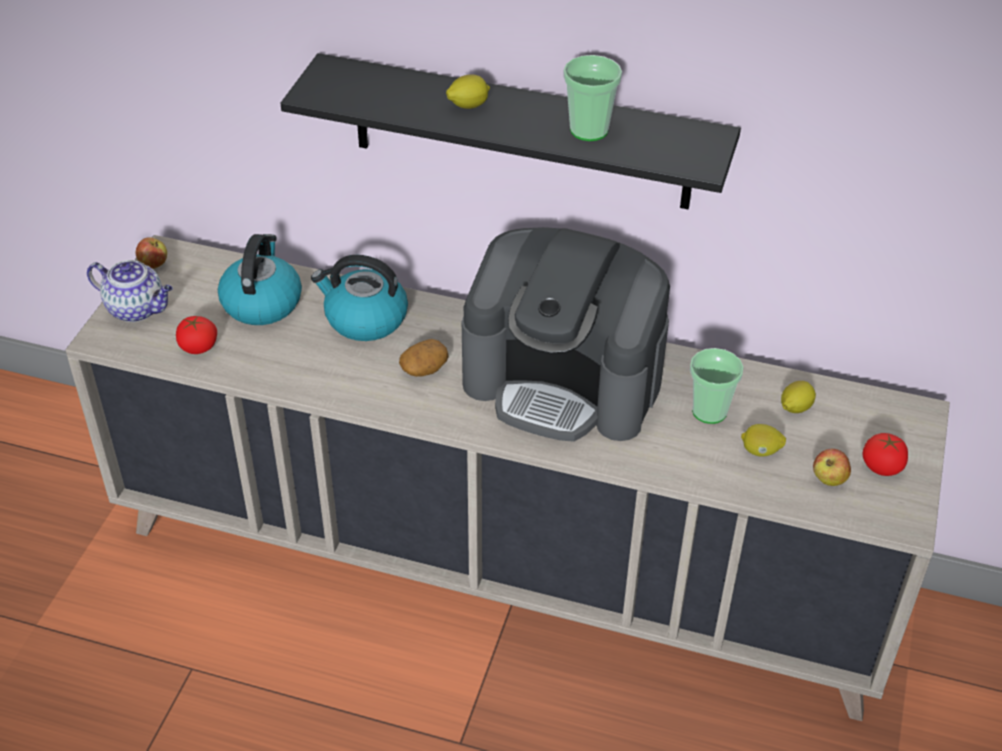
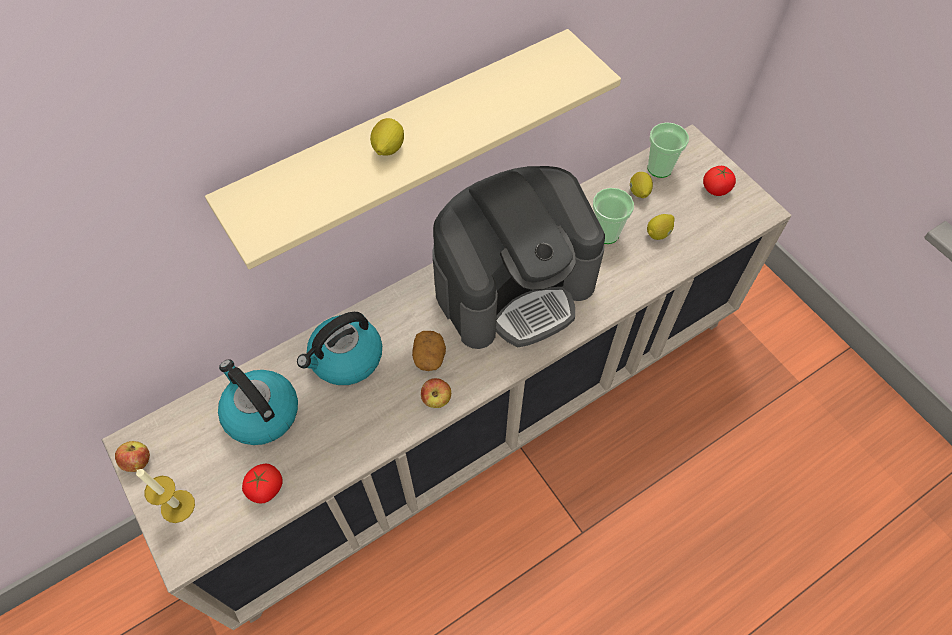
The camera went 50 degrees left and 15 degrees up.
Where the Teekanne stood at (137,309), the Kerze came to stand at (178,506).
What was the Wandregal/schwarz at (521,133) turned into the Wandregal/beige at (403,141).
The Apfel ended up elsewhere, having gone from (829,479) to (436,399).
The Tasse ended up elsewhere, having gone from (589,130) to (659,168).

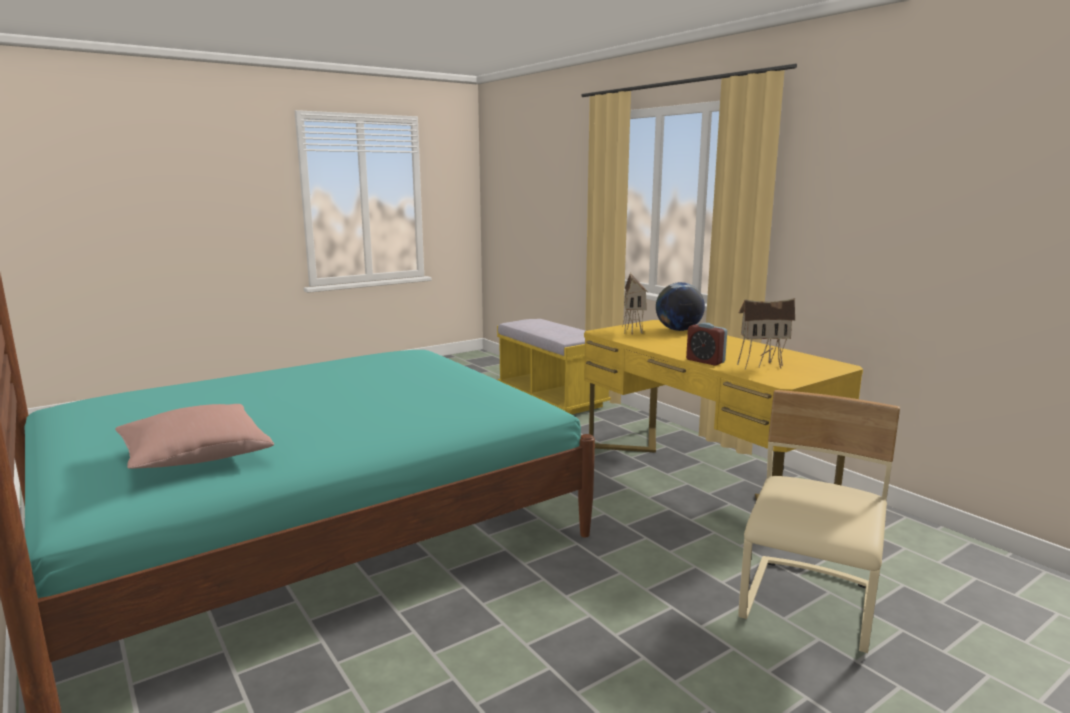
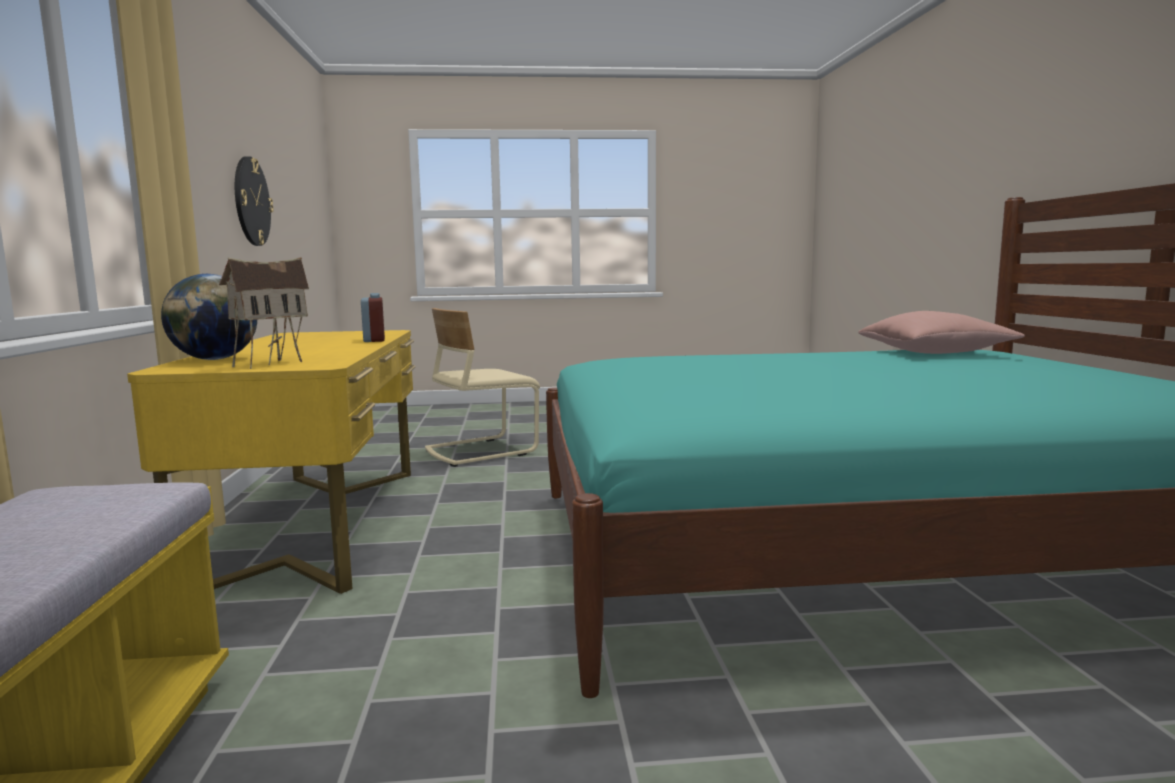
The camera went 150 degrees left and 5 degrees down.
The second view gained the Wanduhr at (251,201).
The second view lost the Spielzeughaus at (761,365).

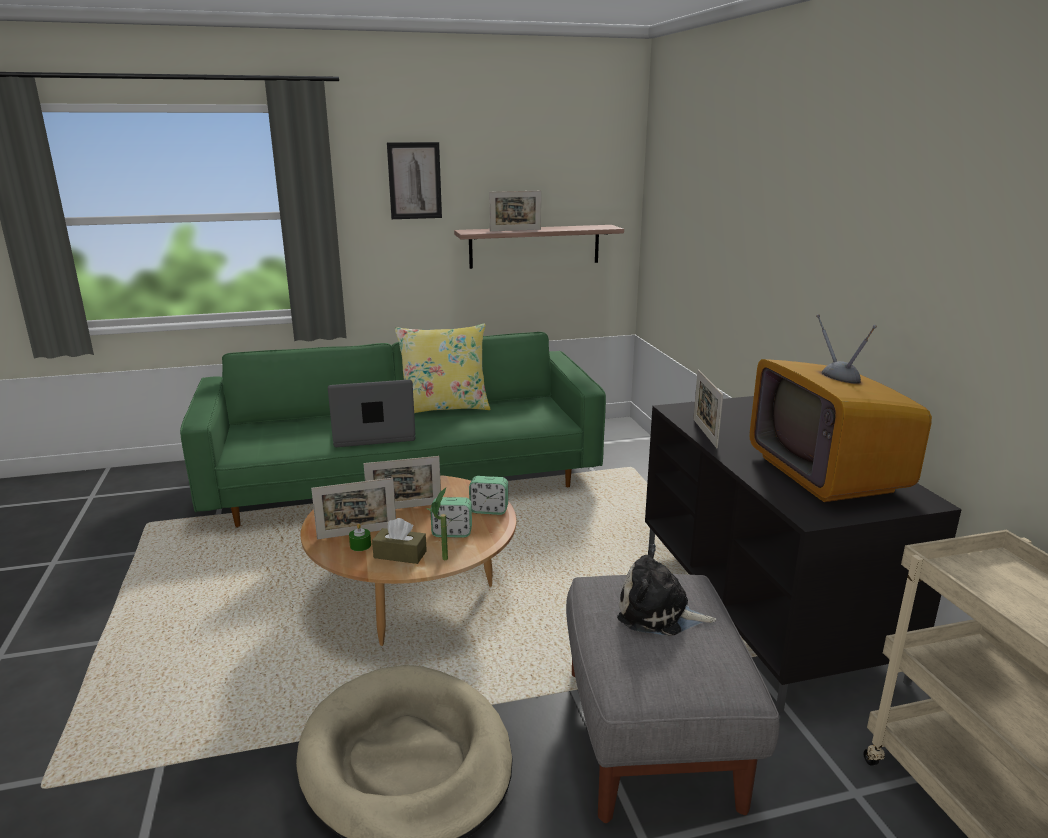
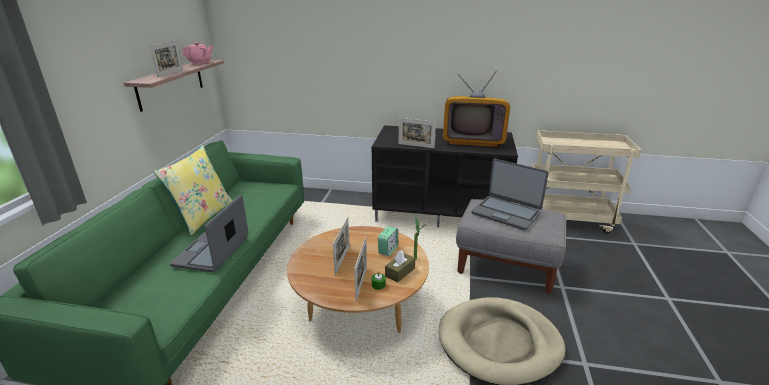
The camera went 65 degrees left and 5 degrees up.
The second view gained the Teekanne/rosa at (200,63).
Where the Plüschtier stood at (659,614), the Laptop came to stand at (506,213).
The second view lost the Bild at (414,181).
The second view lost the Wecker at (489,510).

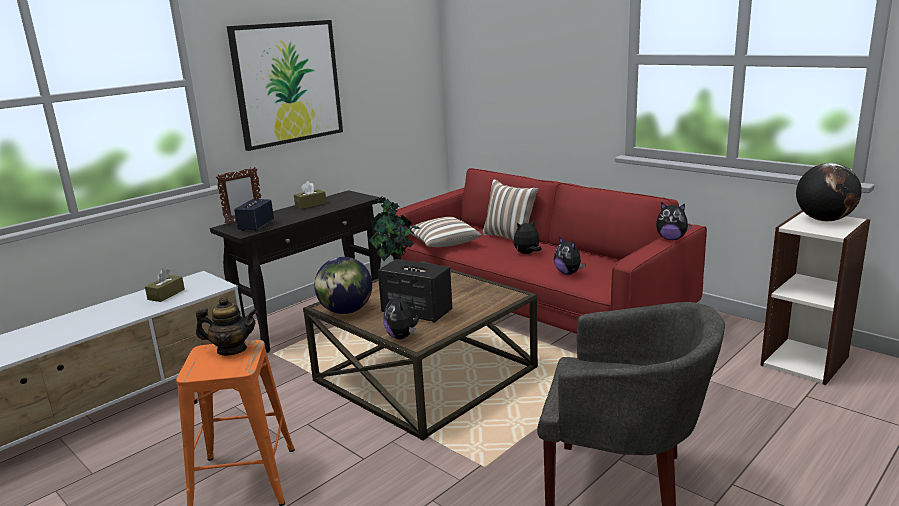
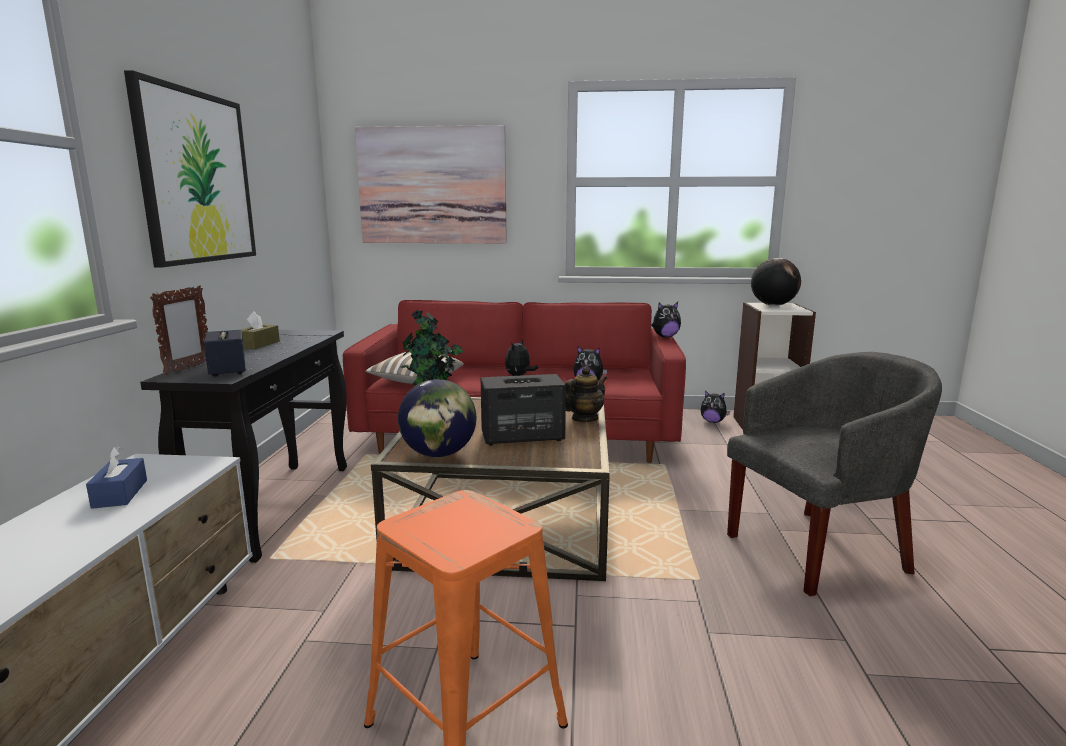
The camera went 40 degrees left and 5 degrees down.
What was the Taschentuchbox/braun at (166,294) turned into the Taschentuchbox/blau at (120,494).
The second view gained the Bild at (432,186).
The Teekanne ended up elsewhere, having gone from (231,350) to (584,419).
The Plüschtier ended up elsewhere, having gone from (402,337) to (713,421).
The second view lost the Kissen at (510,237).

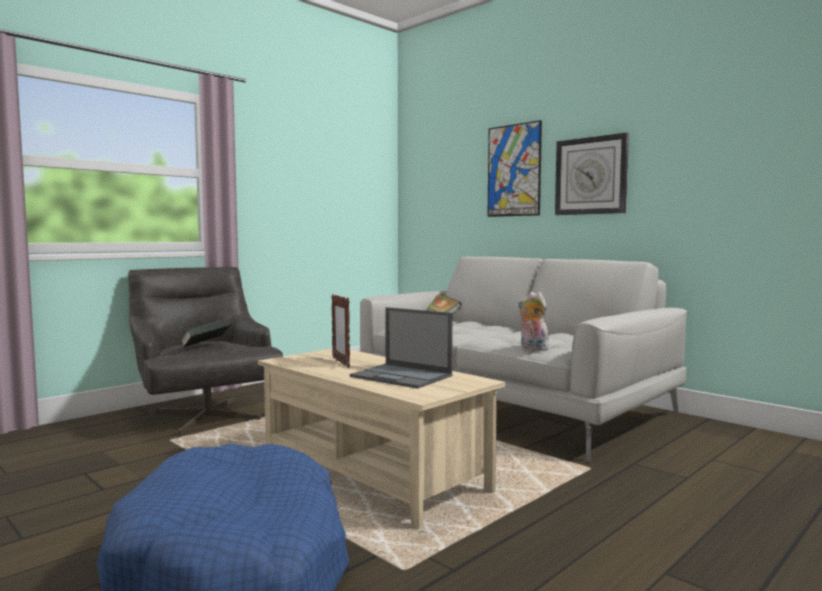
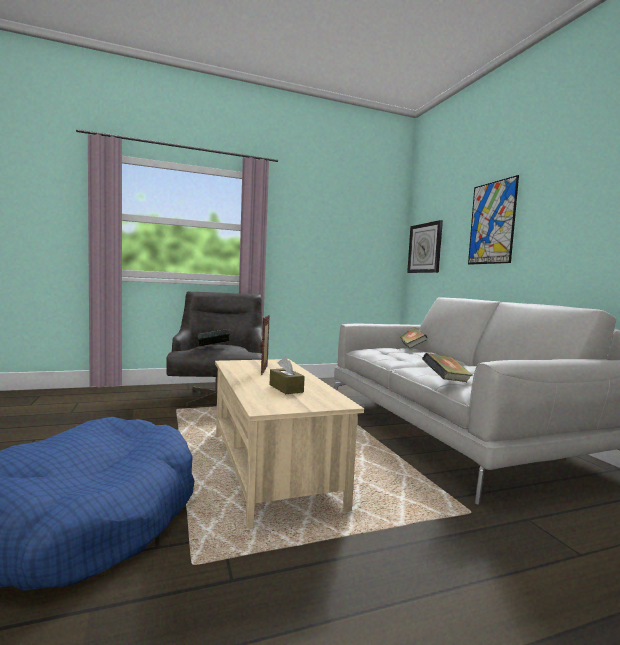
The camera went 25 degrees right and 0 degrees up.
Where the Laptop stood at (402,376), the Taschentuchbox/braun came to stand at (286,388).
The Wanduhr ended up elsewhere, having gone from (591,176) to (425,248).
Where the Plüschtier stood at (532,348), the Buch came to stand at (446,382).

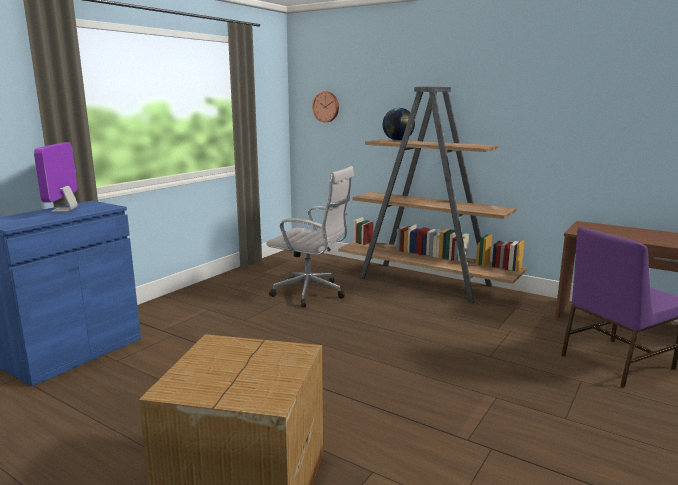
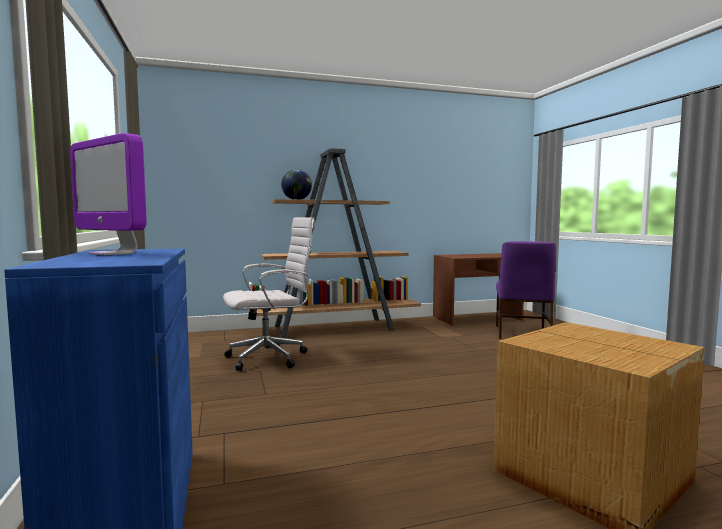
The camera went 50 degrees left and 10 degrees down.
The second view lost the Wanduhr at (326,106).

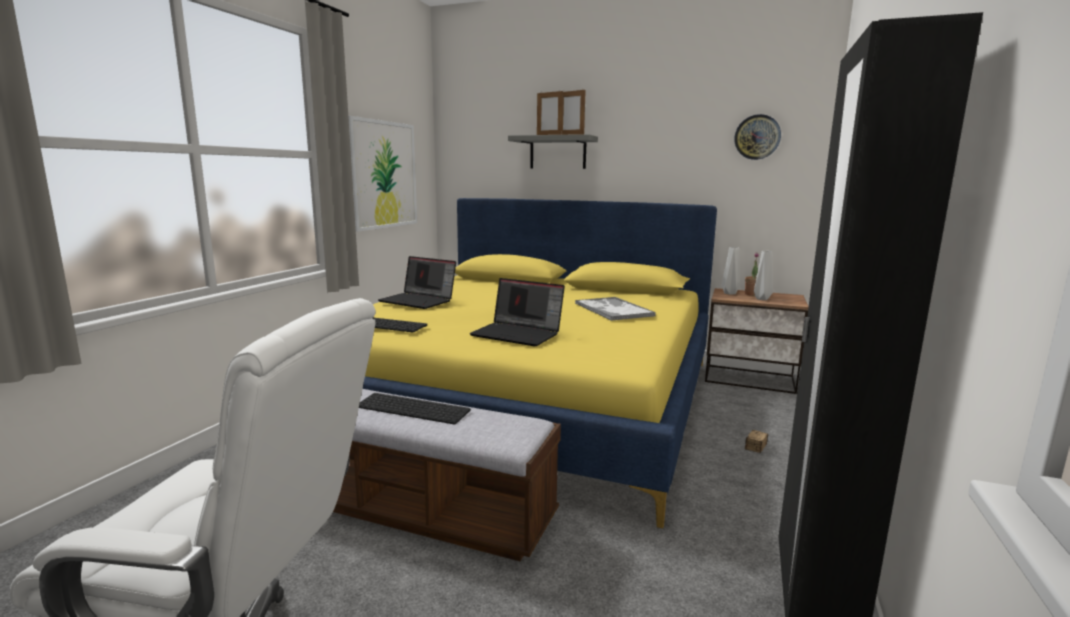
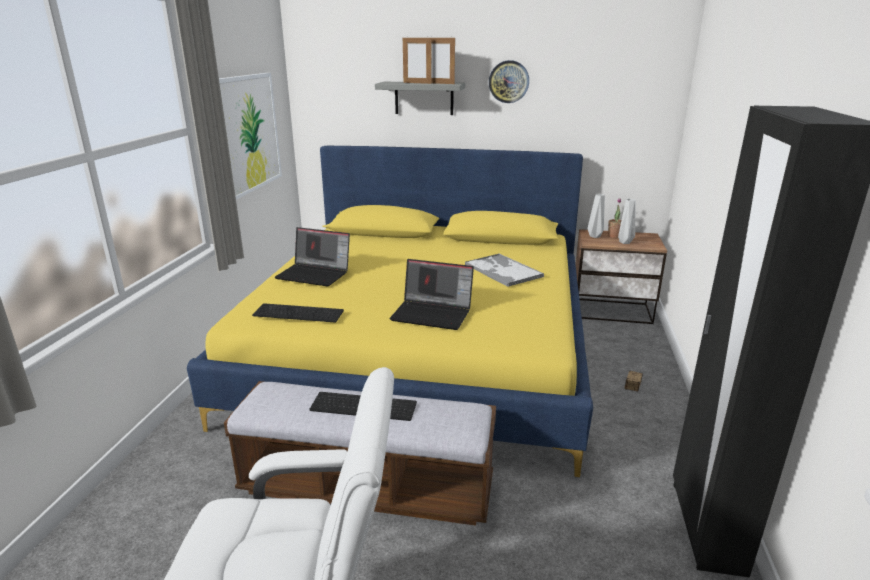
The camera went 10 degrees left and 10 degrees up.
The Wanduhr ended up elsewhere, having gone from (757,137) to (509,81).

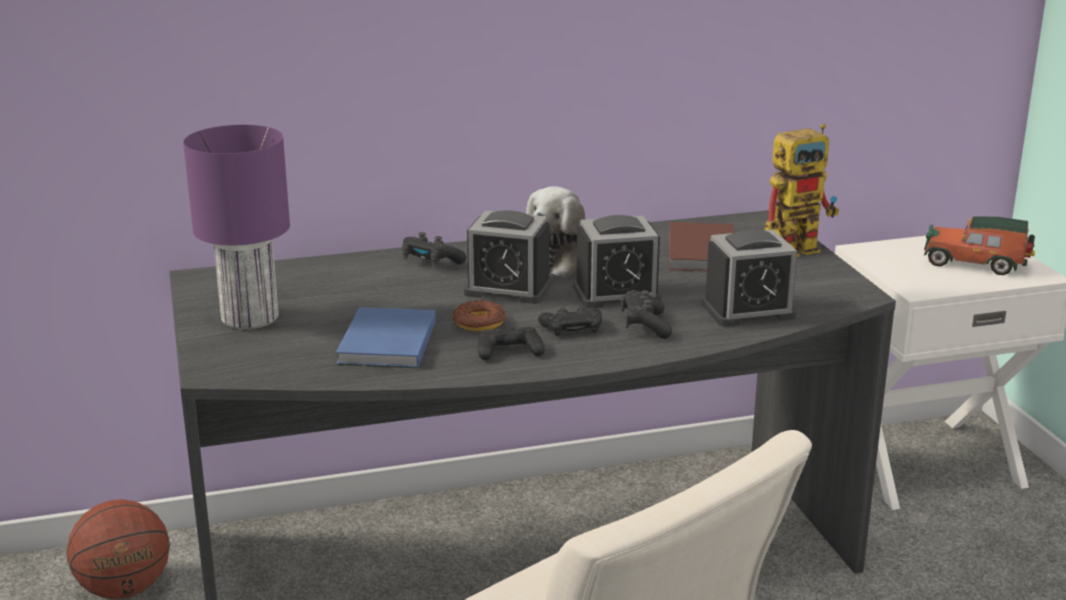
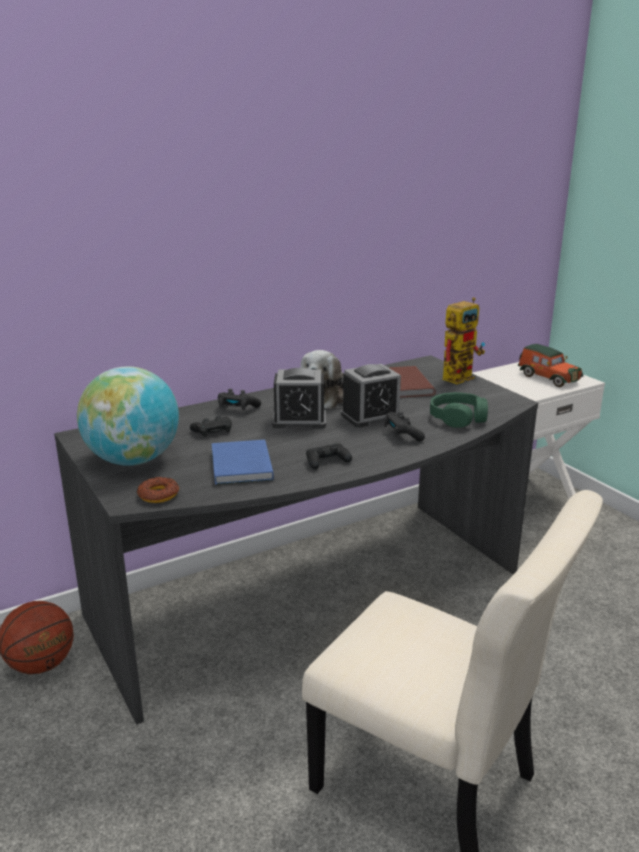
The camera went 15 degrees left and 0 degrees up.
Where the Tischlampe/lila stood at (250,318), the Globus came to stand at (133,460).
The Donut ended up elsewhere, having gone from (479,322) to (158,495).
The Gamepad/schwarz ended up elsewhere, having gone from (572,328) to (212,431).
Where the Wecker stood at (748,310), the Kopfhörer/grün came to stand at (458,418).
The Spielzeugauto at (977,263) ended up facing another way, 135 degrees counterclockwise from before.

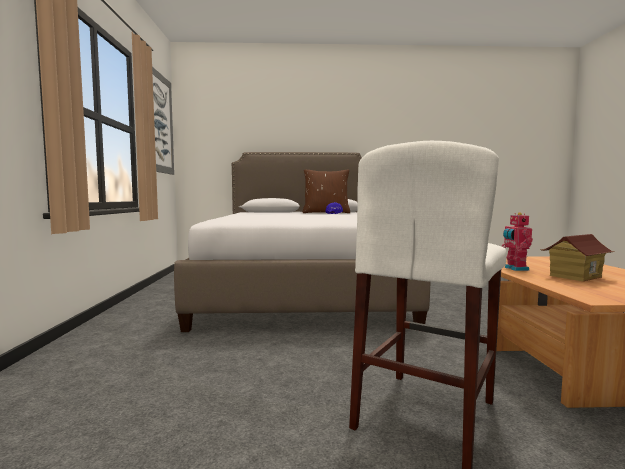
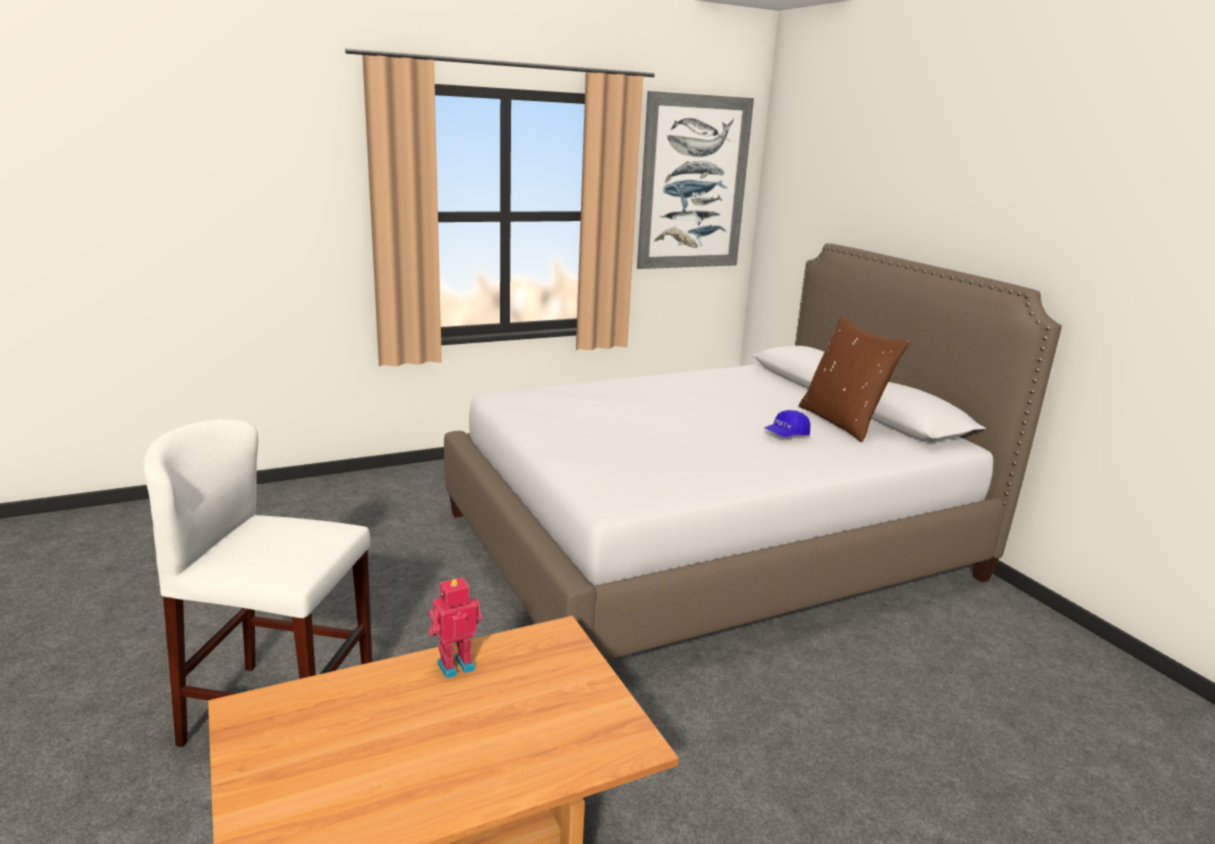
The camera went 65 degrees right and 15 degrees up.
The second view lost the Spielzeughaus at (574,276).

